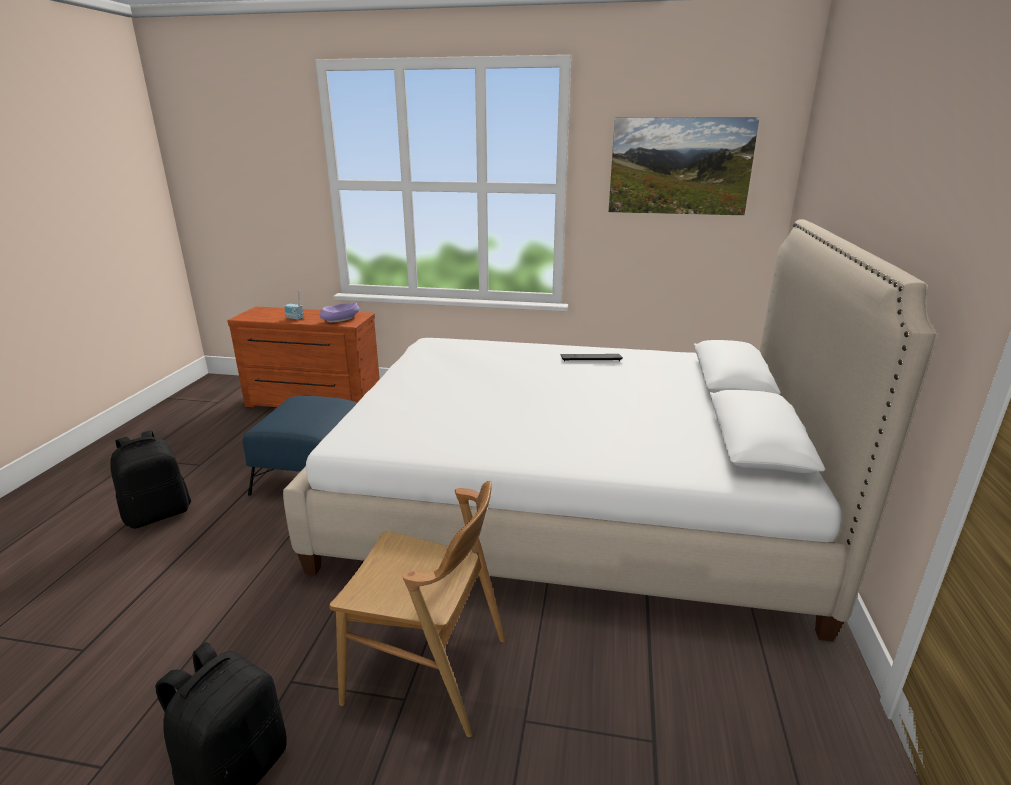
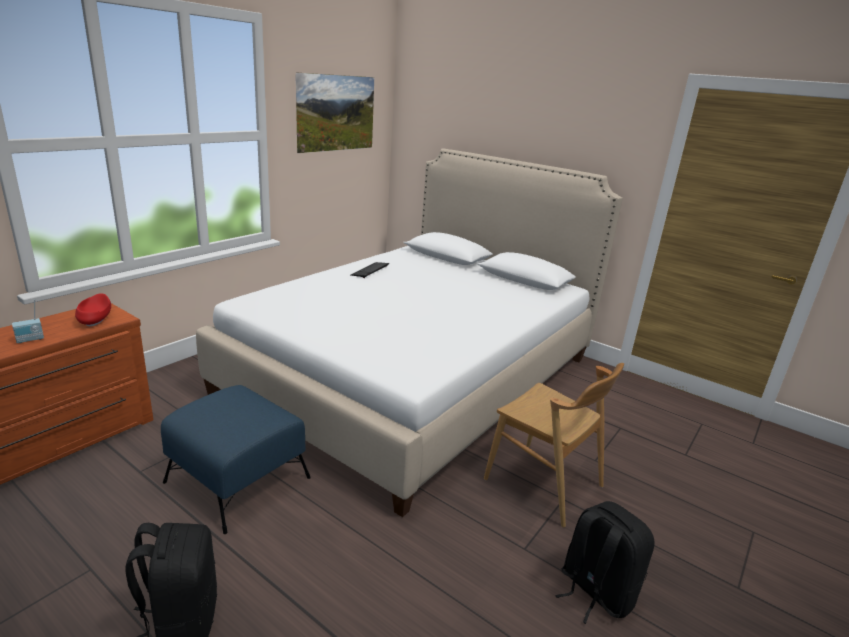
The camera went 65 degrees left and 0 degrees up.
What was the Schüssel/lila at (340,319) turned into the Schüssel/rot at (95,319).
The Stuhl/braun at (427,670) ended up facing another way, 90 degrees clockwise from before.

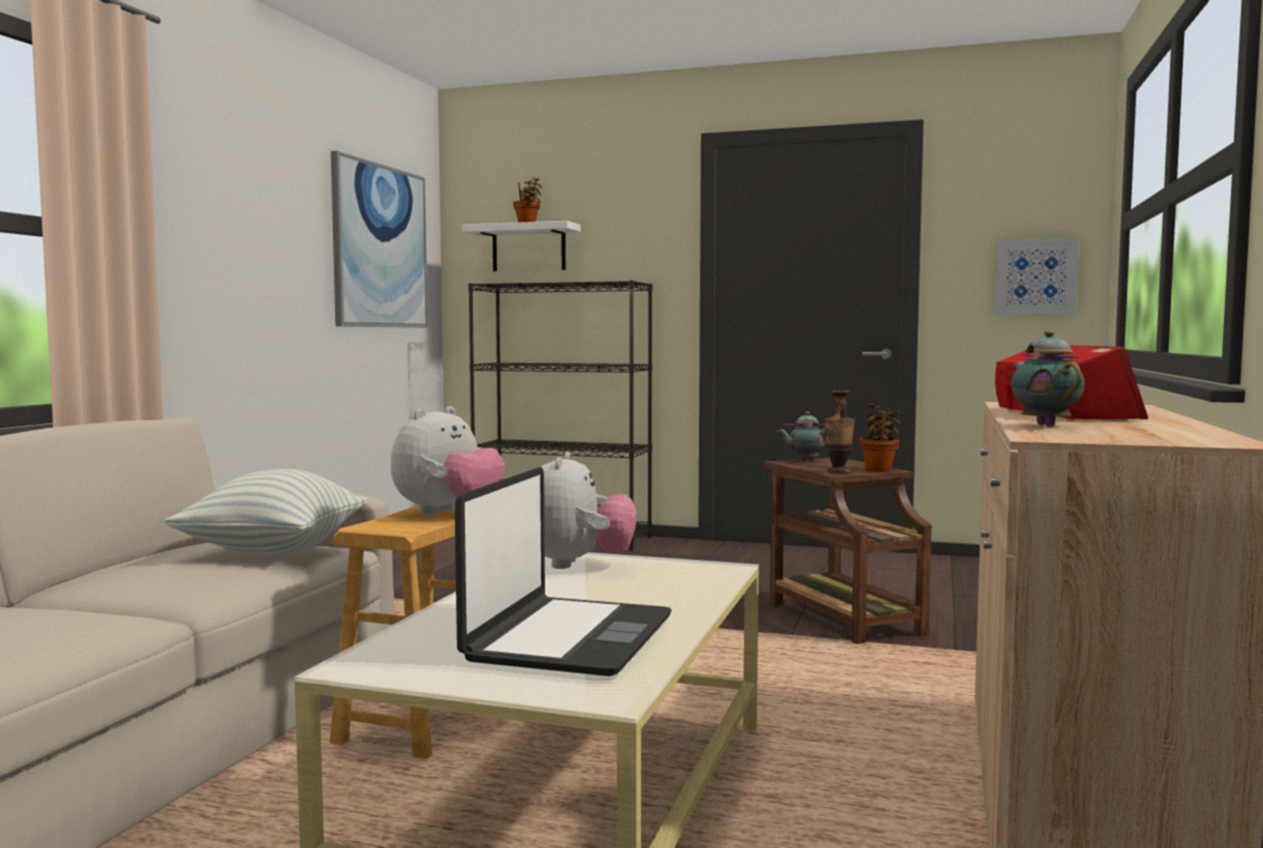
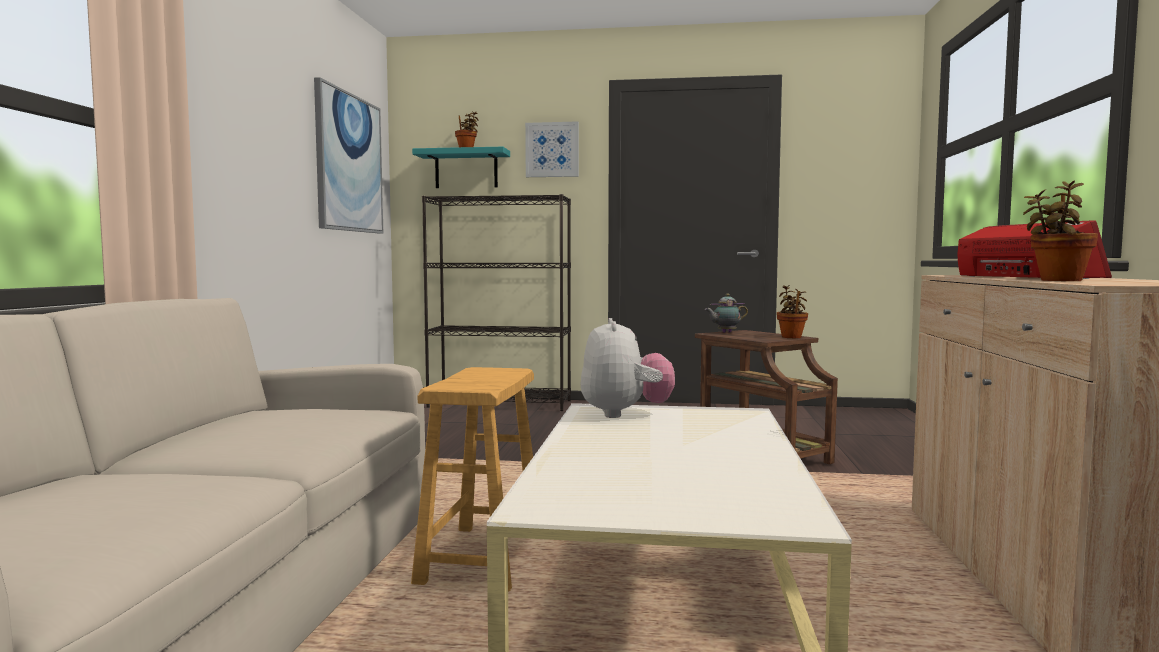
The camera went 10 degrees left and 0 degrees up.
What was the Wandregal/weiß at (529,248) turned into the Wandregal/türkis at (466,169).
The Bild ended up elsewhere, having gone from (1035,277) to (552,150).
Where the Teekanne stood at (1044,425), the Topfpflanze came to stand at (1058,280).
The second view lost the Kissen at (273,551).
The second view lost the Plüschtier at (447,513).
The second view lost the Laptop at (568,638).
The second view lost the Vase at (838,471).

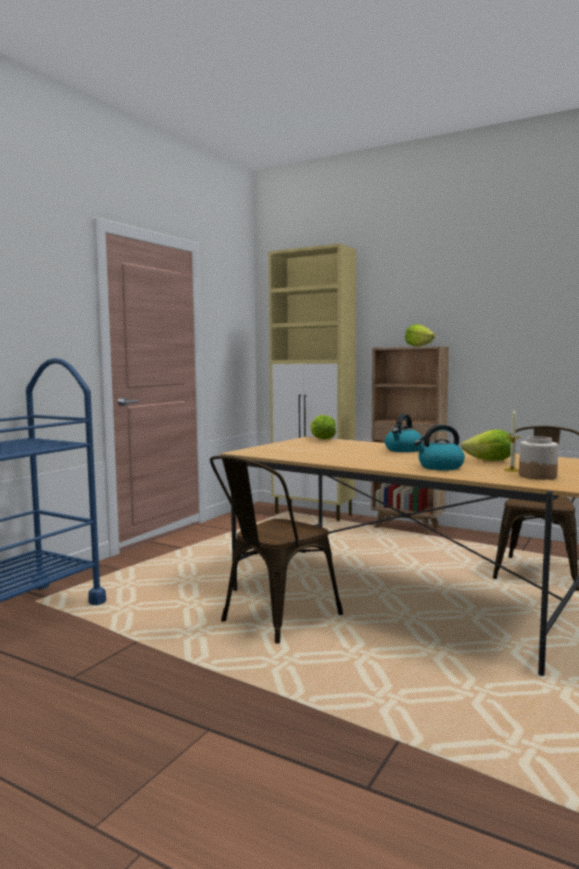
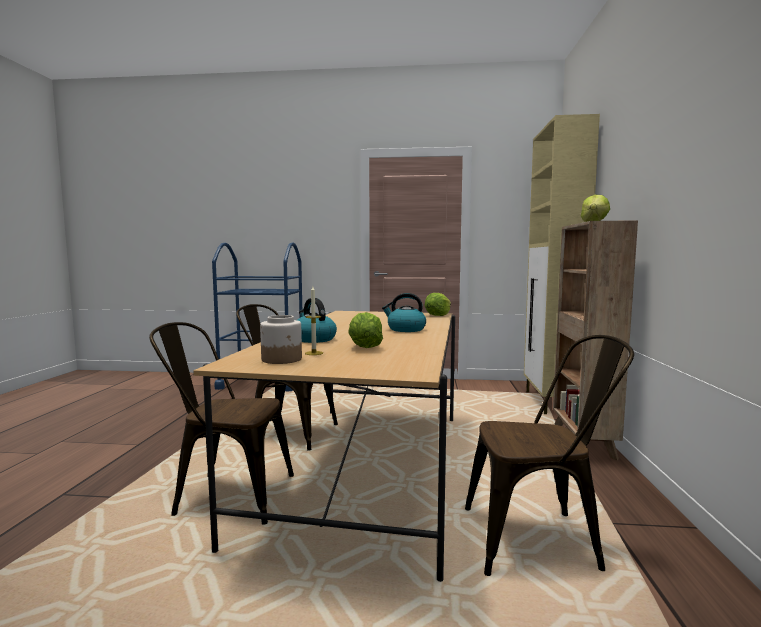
The camera went 65 degrees right and 0 degrees up.
The second view gained the Stuhl/braun at (226,495).

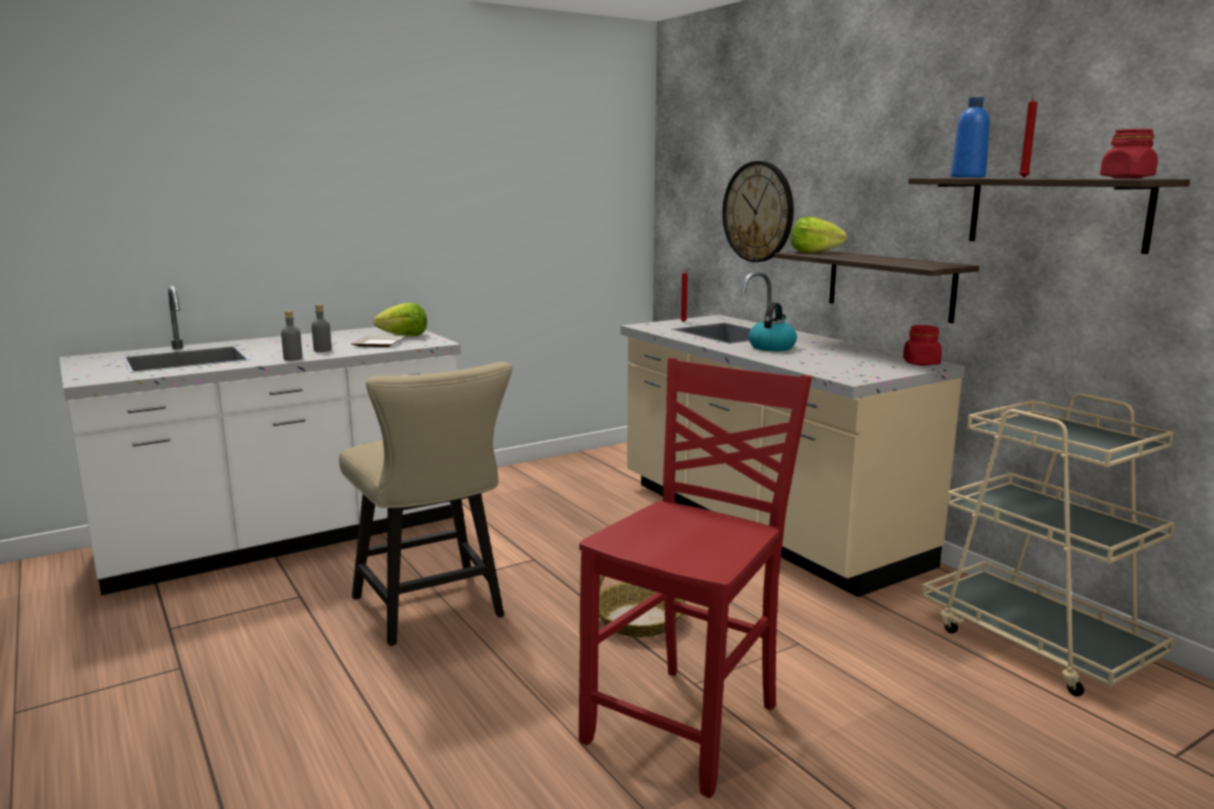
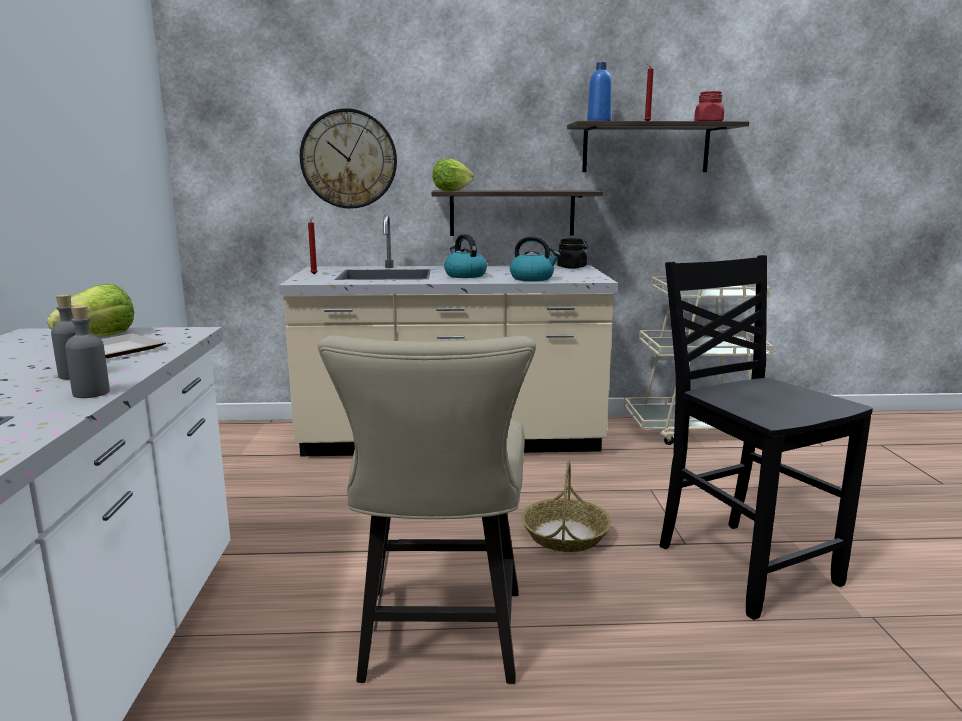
The camera went 60 degrees left and 0 degrees up.
The Stuhl/beige at (433,611) ended up facing another way, 90 degrees clockwise from before.
The second view gained the Wasserkessel at (532,278).
What was the Vorratsglas/rot at (921,363) turned into the Vorratsglas/schwarz at (572,267).
What was the Stuhl/rot at (688,724) turned into the Stuhl/schwarz at (742,564).

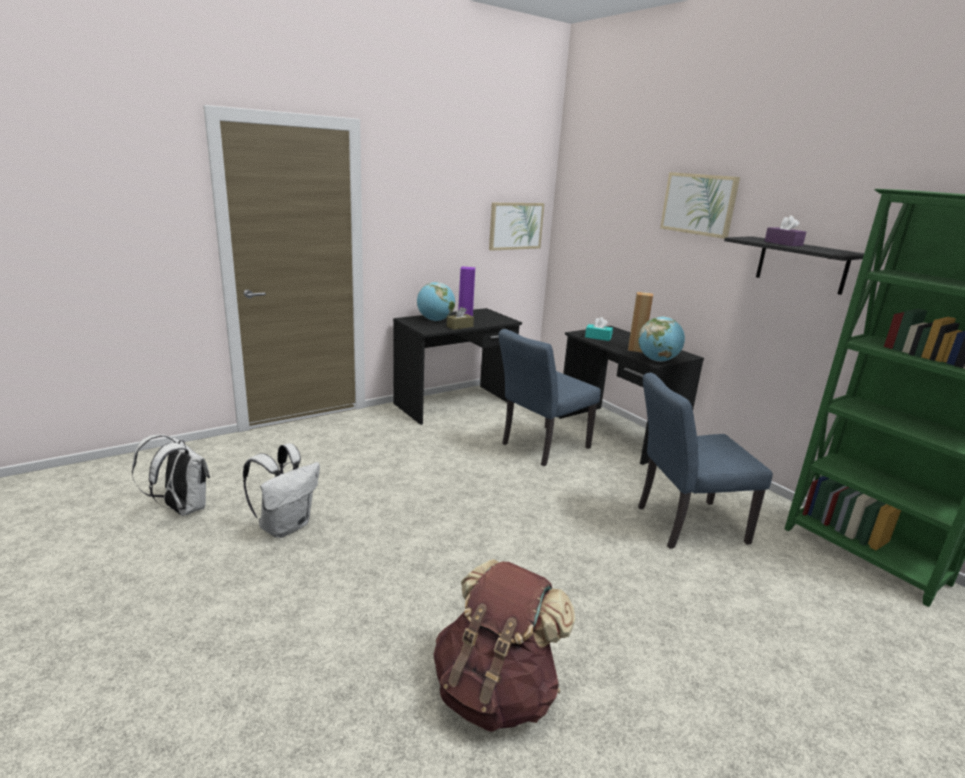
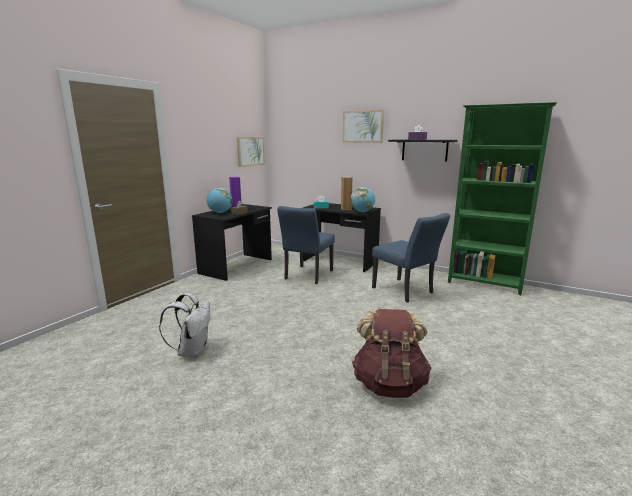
The camera went 25 degrees left and 5 degrees down.
The Stuhl/blau at (683,524) ended up facing another way, 90 degrees counterclockwise from before.
The second view lost the Rucksack/weiß at (182,509).

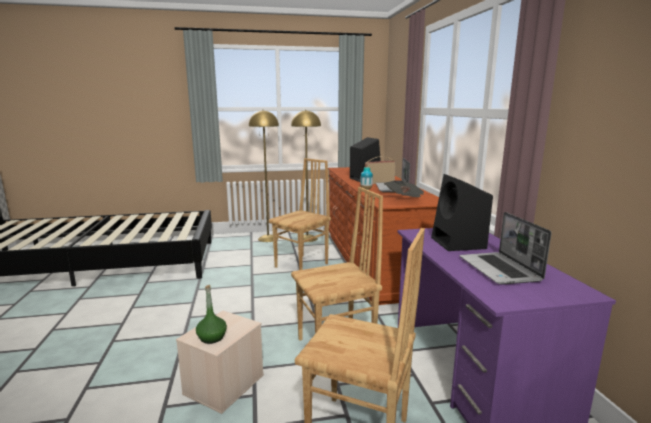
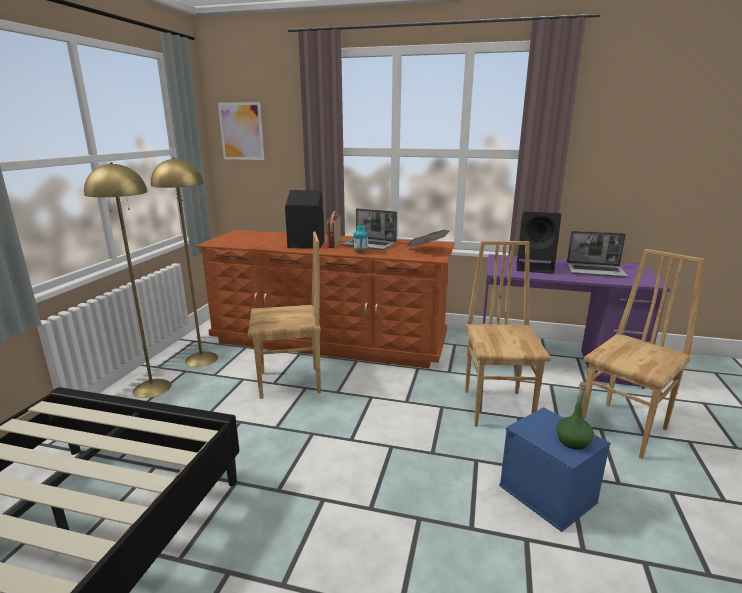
The camera went 65 degrees left and 5 degrees up.
The second view gained the Bild at (241,131).
The Stuhl/braun at (302,265) ended up facing another way, 105 degrees clockwise from before.
What was the Aufbewahrungsbox/beige at (224,385) turned into the Aufbewahrungsbox/blau at (549,494).

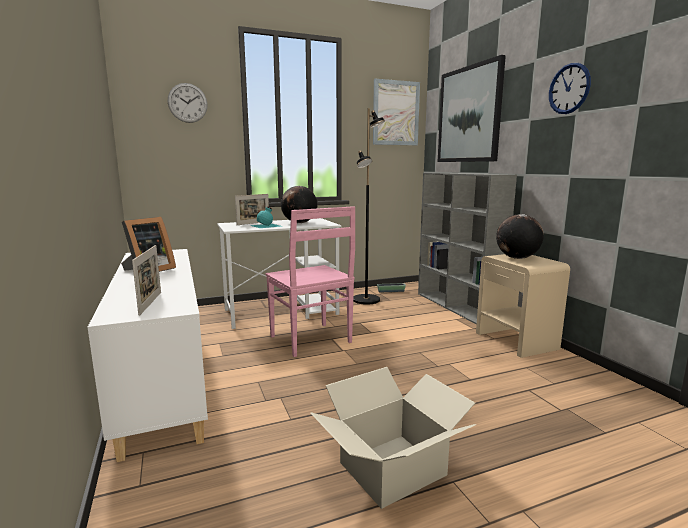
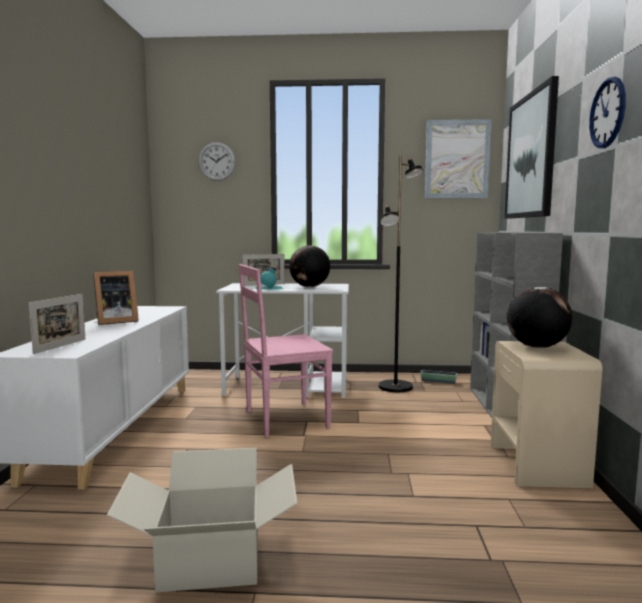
The camera went 25 degrees right and 5 degrees down.
The Stuhl/rosa at (311,340) ended up facing another way, 75 degrees clockwise from before.

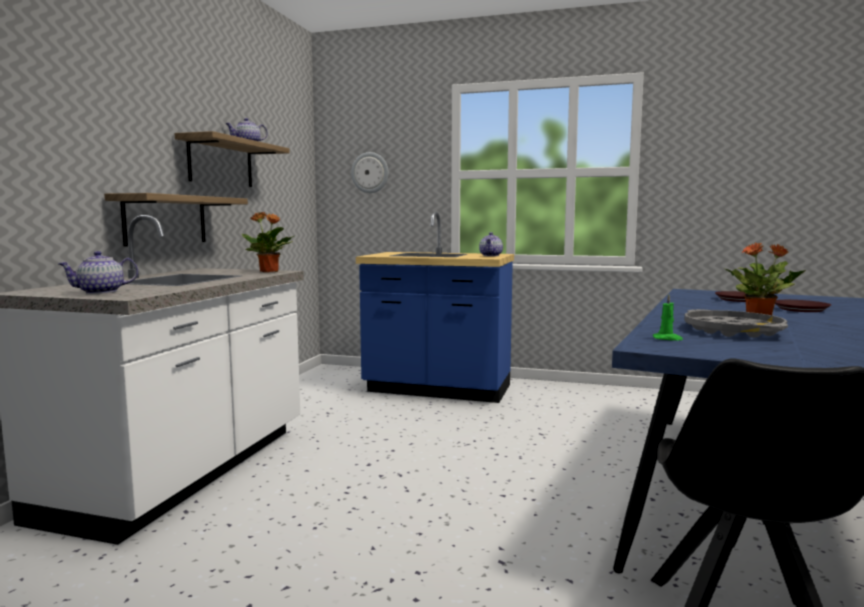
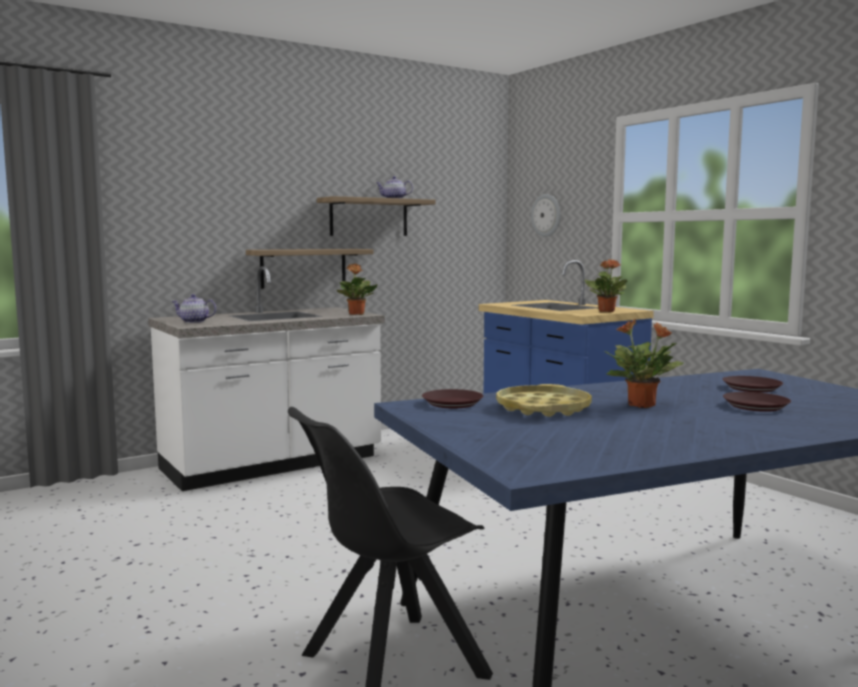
The camera went 40 degrees right and 0 degrees up.
Where the Kerze/grün stood at (667,339), the Teller/braun came to stand at (452,403).
What was the Tablett/grau at (733,331) turned into the Tablett/gelb at (543,408).
Where the Teekanne stood at (491,255), the Topfpflanze came to stand at (606,311).

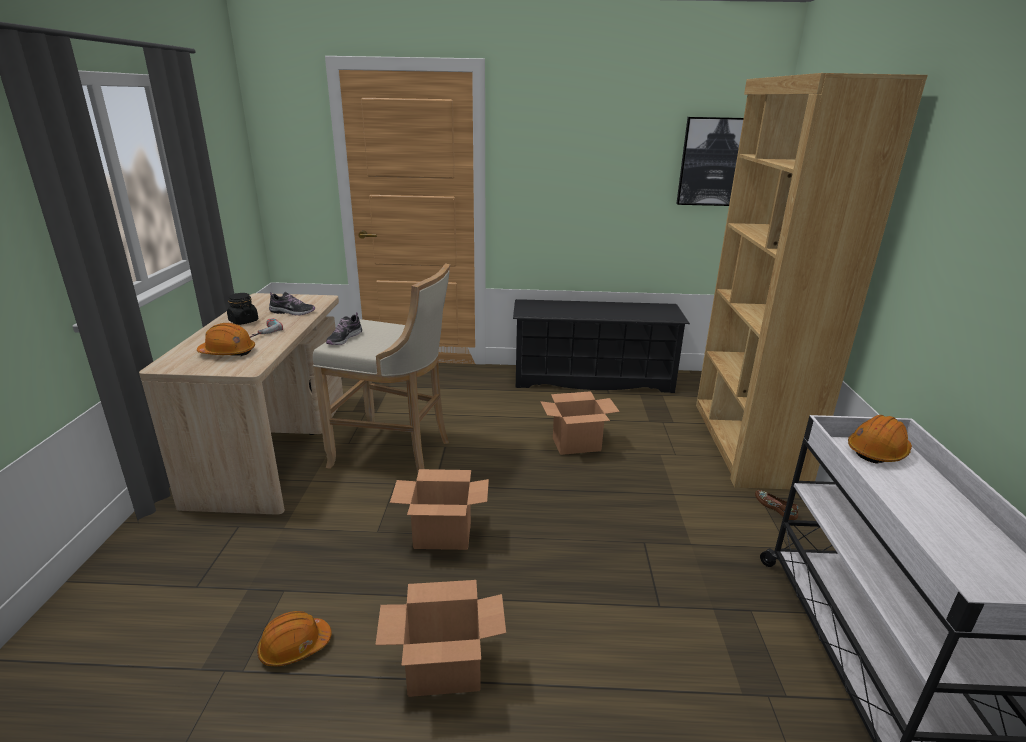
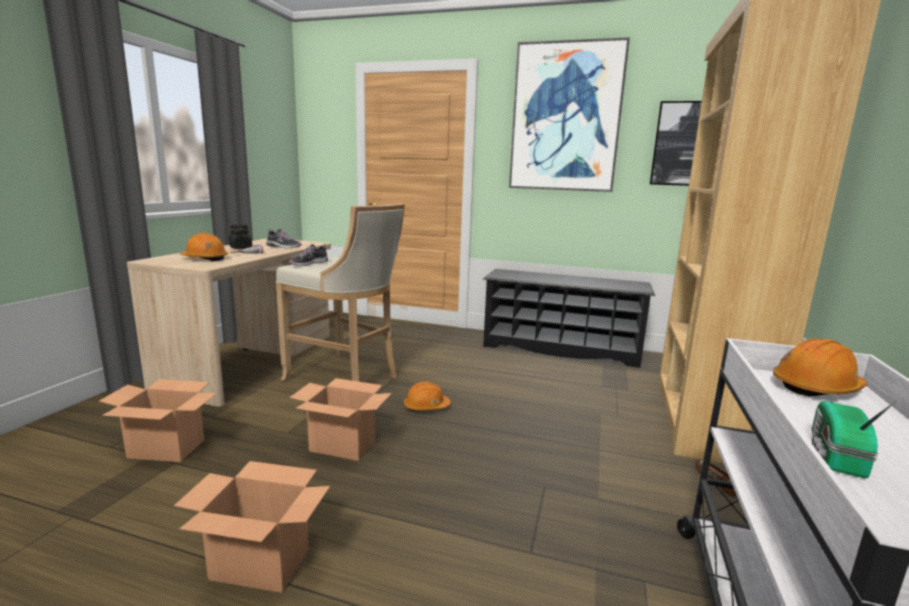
The camera went 15 degrees right and 10 degrees down.
The Karton ended up elsewhere, having gone from (577,444) to (167,449).
The Schutzhelm/orange ended up elsewhere, having gone from (294,647) to (426,407).
The second view gained the Bild at (566,118).
The second view gained the Radio at (834,455).

